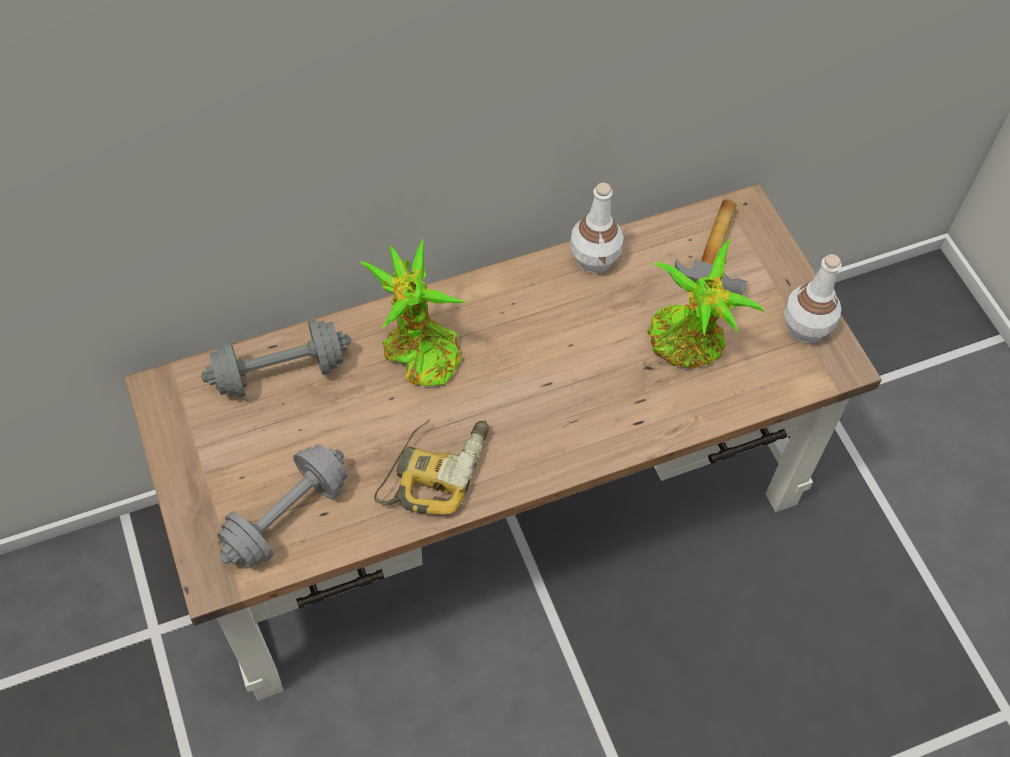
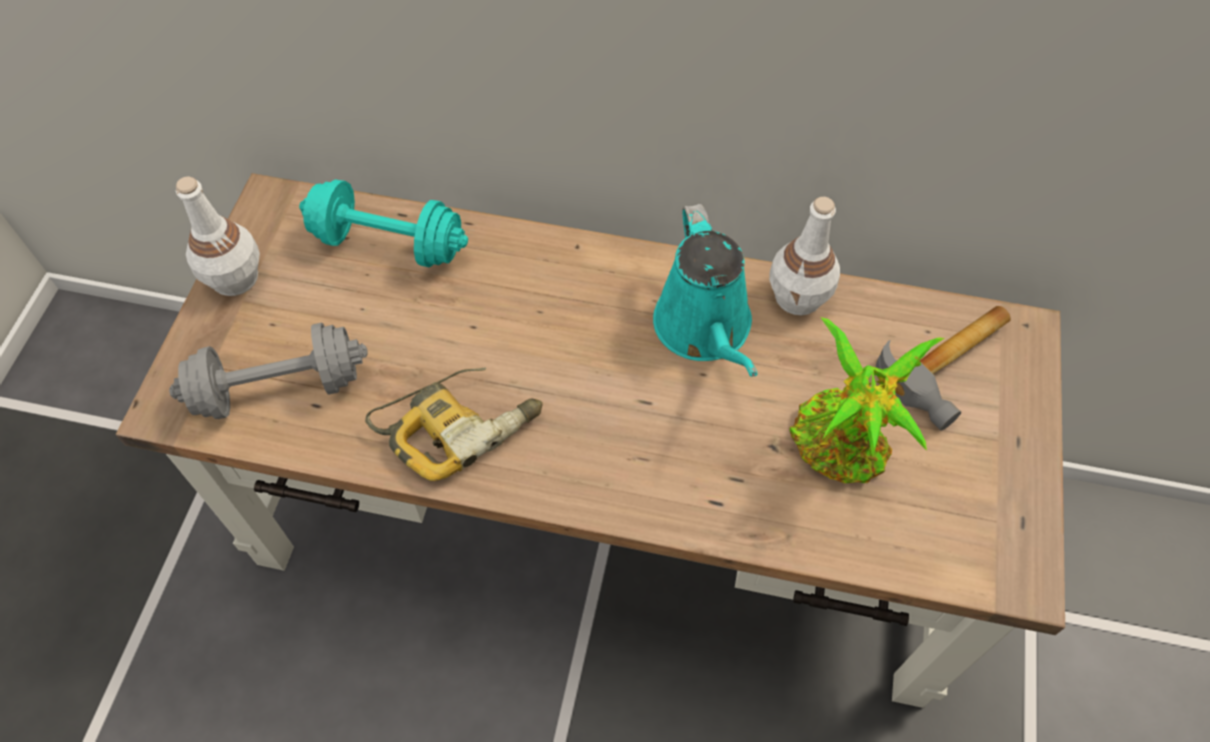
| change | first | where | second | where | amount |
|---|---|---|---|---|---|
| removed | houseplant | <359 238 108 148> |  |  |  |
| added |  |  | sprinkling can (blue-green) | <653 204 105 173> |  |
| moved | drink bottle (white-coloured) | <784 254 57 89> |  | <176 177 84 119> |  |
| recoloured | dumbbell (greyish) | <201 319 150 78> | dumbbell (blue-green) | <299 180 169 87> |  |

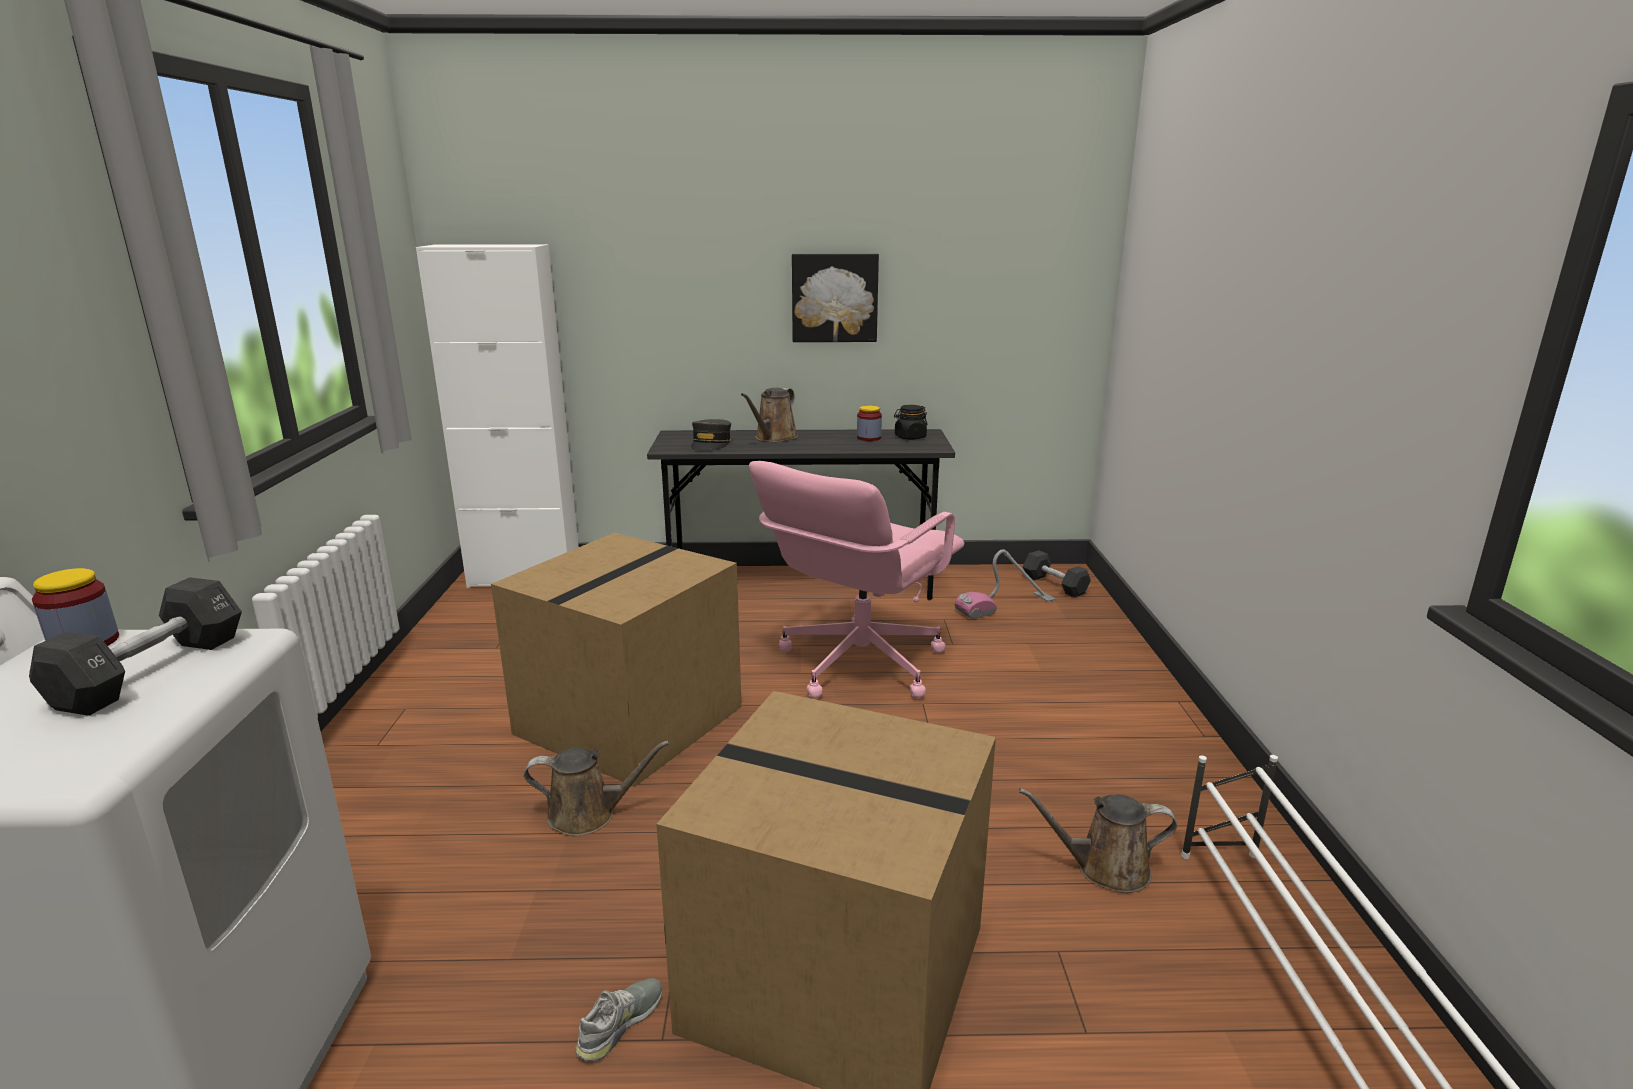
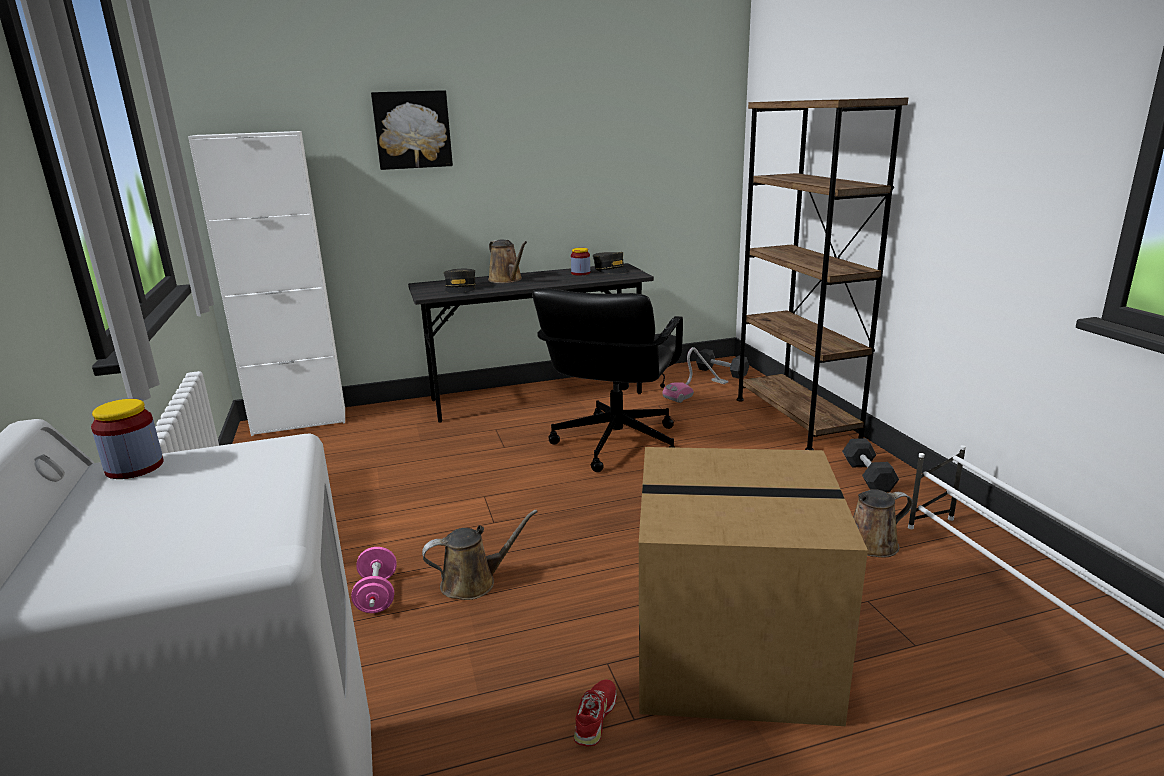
| change | first | where | second | where | amount |
|---|---|---|---|---|---|
| removed | packing box | <491 533 251 254> |  |  |  |
| added |  |  | dumbbell (pink) | <351 547 46 66> |  |
| added |  |  | bookcase (brown-coloured) | <737 98 171 352> |  |
| moved | dumbbell (black-coloured) | <29 577 213 139> |  | <842 438 57 55> |  |
| moved | wall art | <792 253 87 89> |  | <371 90 82 80> |  |
| replaced | jar (black-coloured) | <894 405 34 35> | baseball cap (greyish) | <593 252 36 22> |  |
| recoloured | shoe (greyish) | <575 978 87 83> | shoe (reddish) | <574 679 42 68> |  |
| recoloured | computer chair (pink) | <749 461 215 238> | computer chair (black-coloured) | <532 288 151 184> |  |
| turned | sprinkling can (brown-coloured) | <741 388 57 54> |  | <488 239 39 44> | 45 degrees counterclockwise |

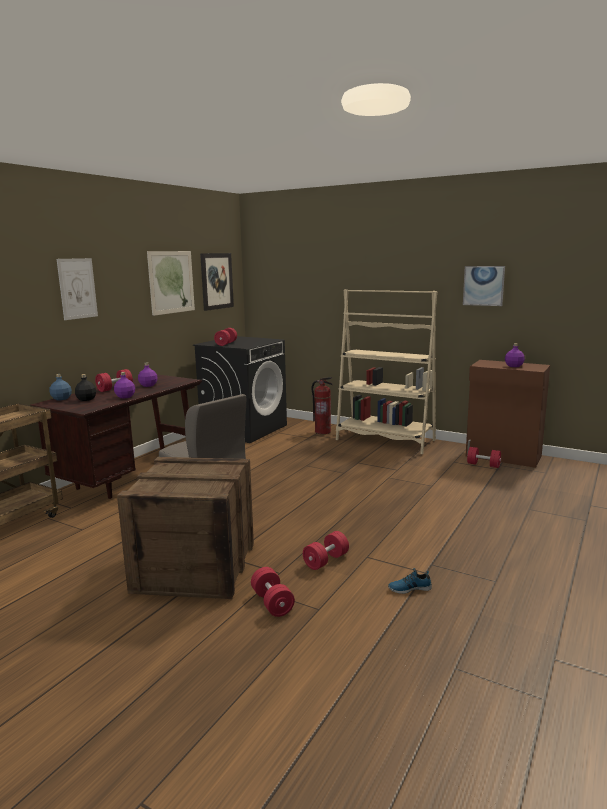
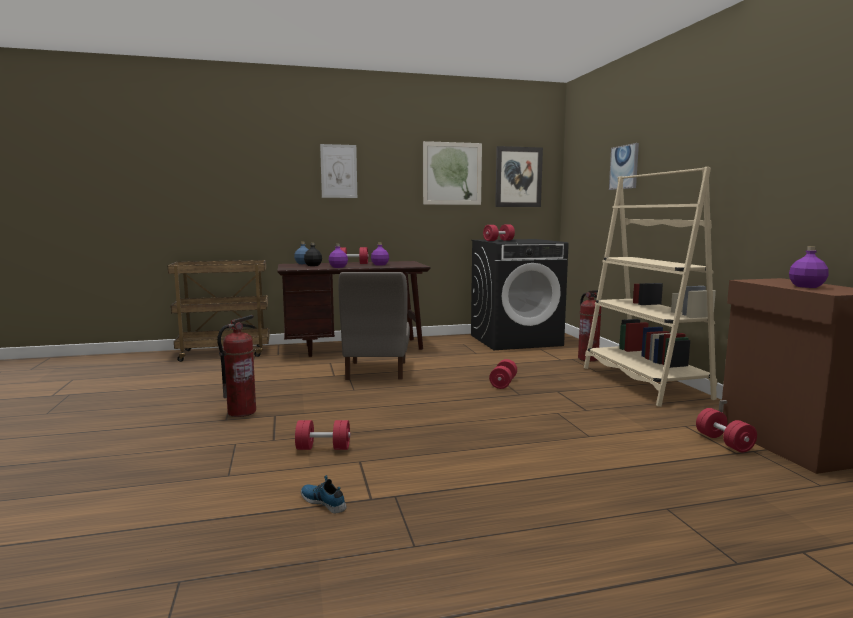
| change | first | where | second | where | amount |
|---|---|---|---|---|---|
| moved | dumbbell (reddish) | <251 567 44 50> |  | <489 359 28 30> |  |
| moved | wall art | <463 266 42 40> |  | <609 143 30 47> |  |
| replaced | crate | <117 457 137 142> | fire-fighting cylinder | <218 315 38 102> |  |

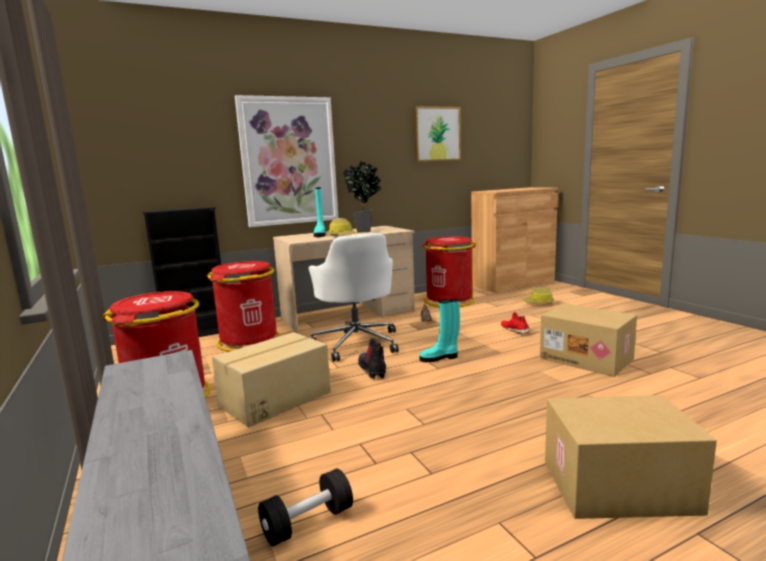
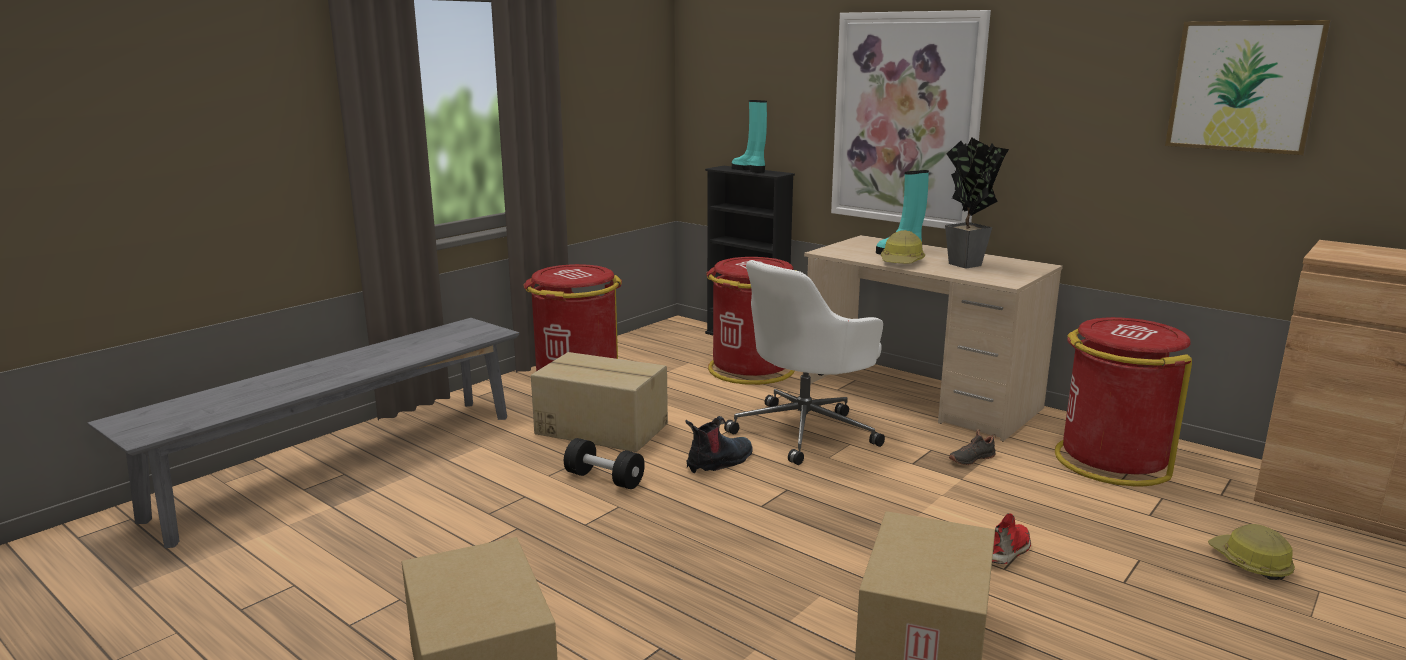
| change | first | where | second | where | amount |
|---|---|---|---|---|---|
| moved | dumbbell (black-coloured) | <258 468 95 79> |  | <564 438 81 51> |  |
| moved | boot (blue-green) | <419 299 41 63> |  | <732 100 35 73> |  |

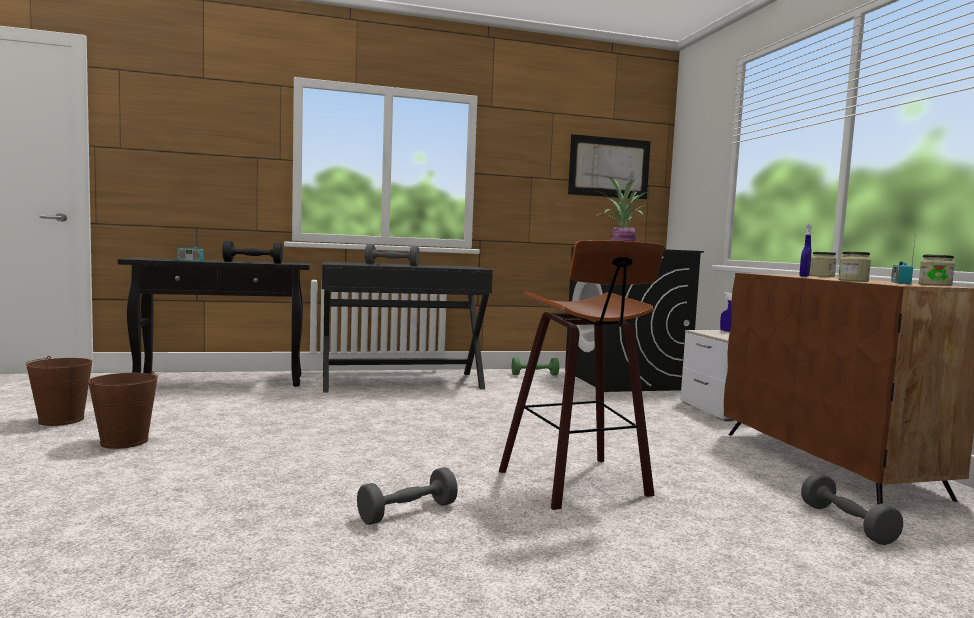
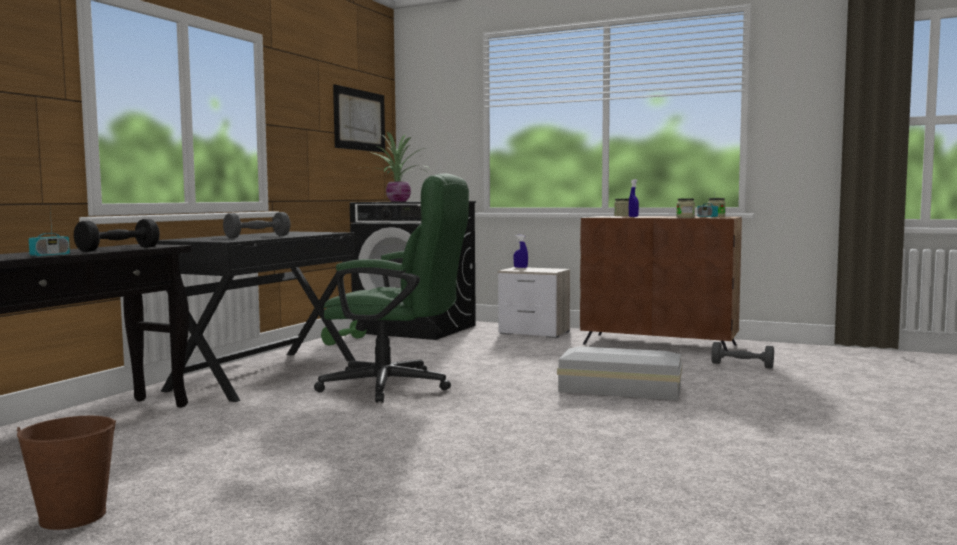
| change | first | where | second | where | amount |
|---|---|---|---|---|---|
| removed | bucket (brown-coloured) | <88 371 70 78> |  |  |  |
| removed | dumbbell (greyish) | <357 467 101 58> |  |  |  |
| added |  |  | computer chair (green) | <314 173 155 230> |  |
| replaced | stool seat | <499 240 165 270> | storage box (white-coloured) | <557 347 125 53> |  |

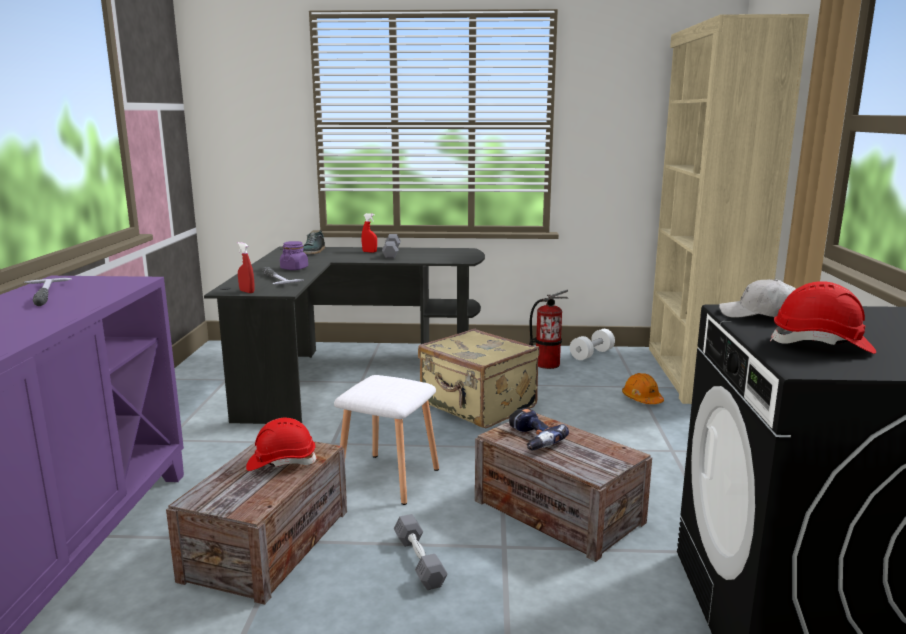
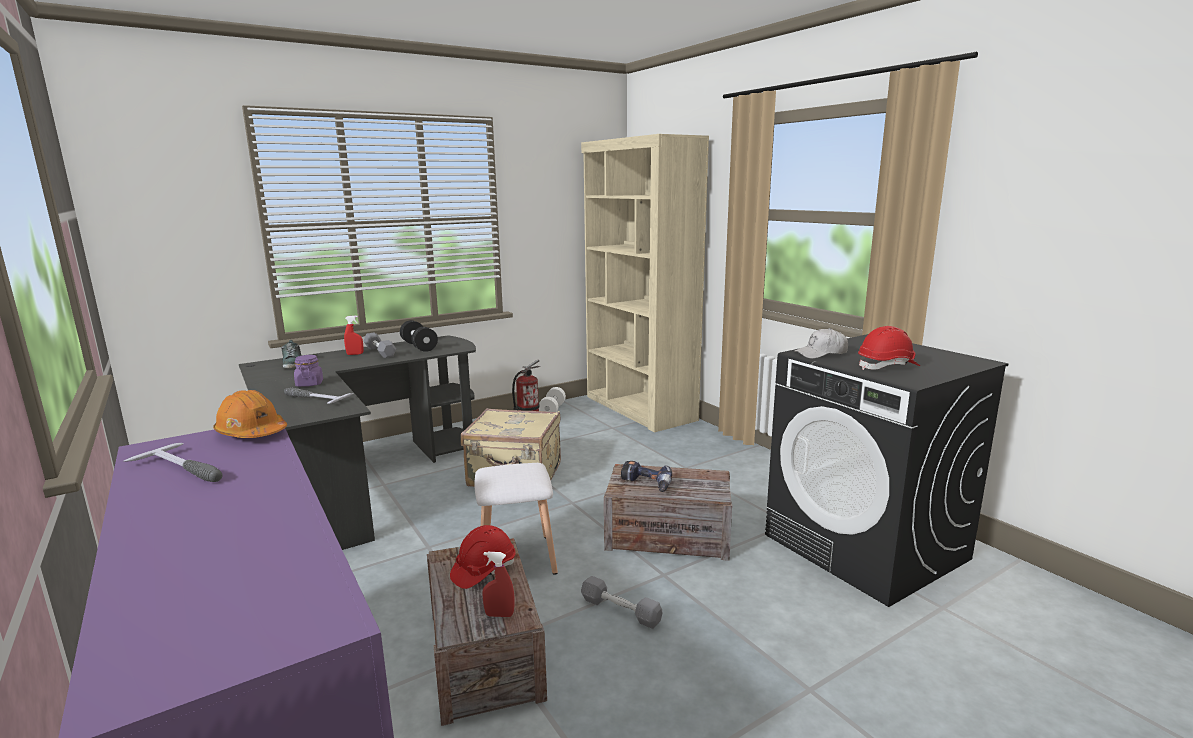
| change | first | where | second | where | amount |
|---|---|---|---|---|---|
| added |  |  | dumbbell (black-coloured) | <400 320 38 32> |  |
| moved | sprayer (reddish) | <237 242 18 51> |  | <482 552 33 65> |  |
| moved | safety helmet (orange) | <622 373 42 31> |  | <213 390 74 48> |  |

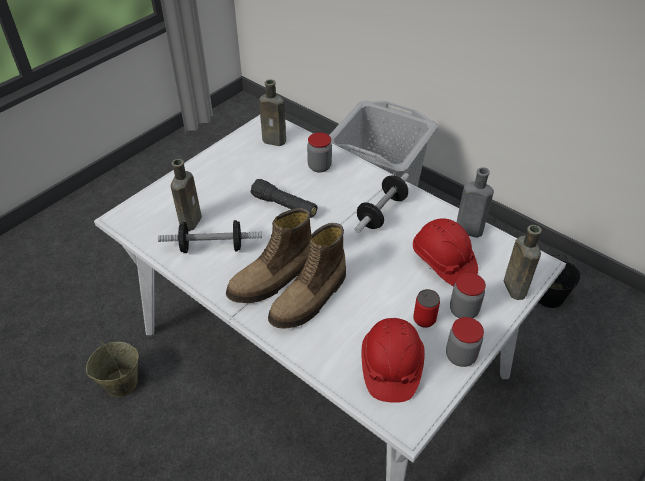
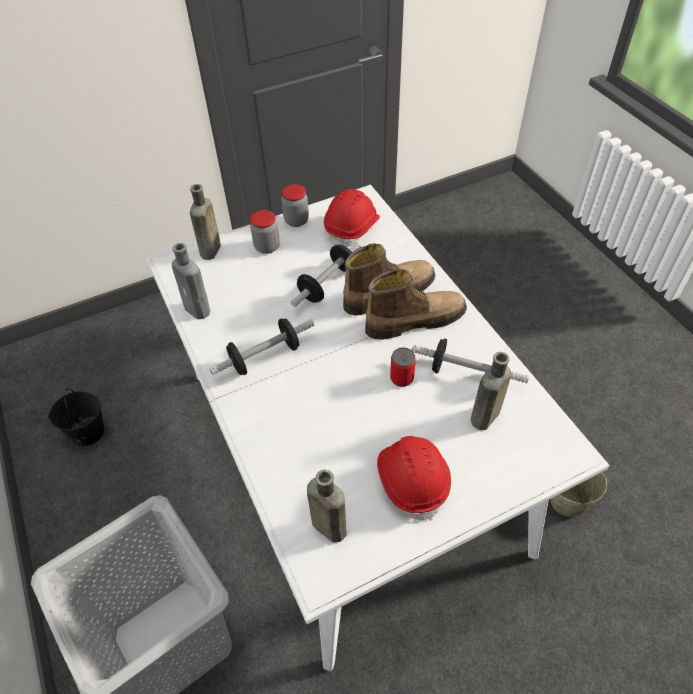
| change | first | where | second | where | amount |
|---|---|---|---|---|---|
| removed | hand torch (black-coloured) | <251 179 67 39> |  |  |  |
| removed | jar | <307 132 25 41> |  |  |  |
| added |  |  | dumbbell | <290 242 71 65> |  |
| moved | safety helmet (reddish) | <413 218 65 68> |  | <377 436 74 85> |  |
| moved | sealed can | <413 289 27 39> |  | <390 347 26 40> |  |

